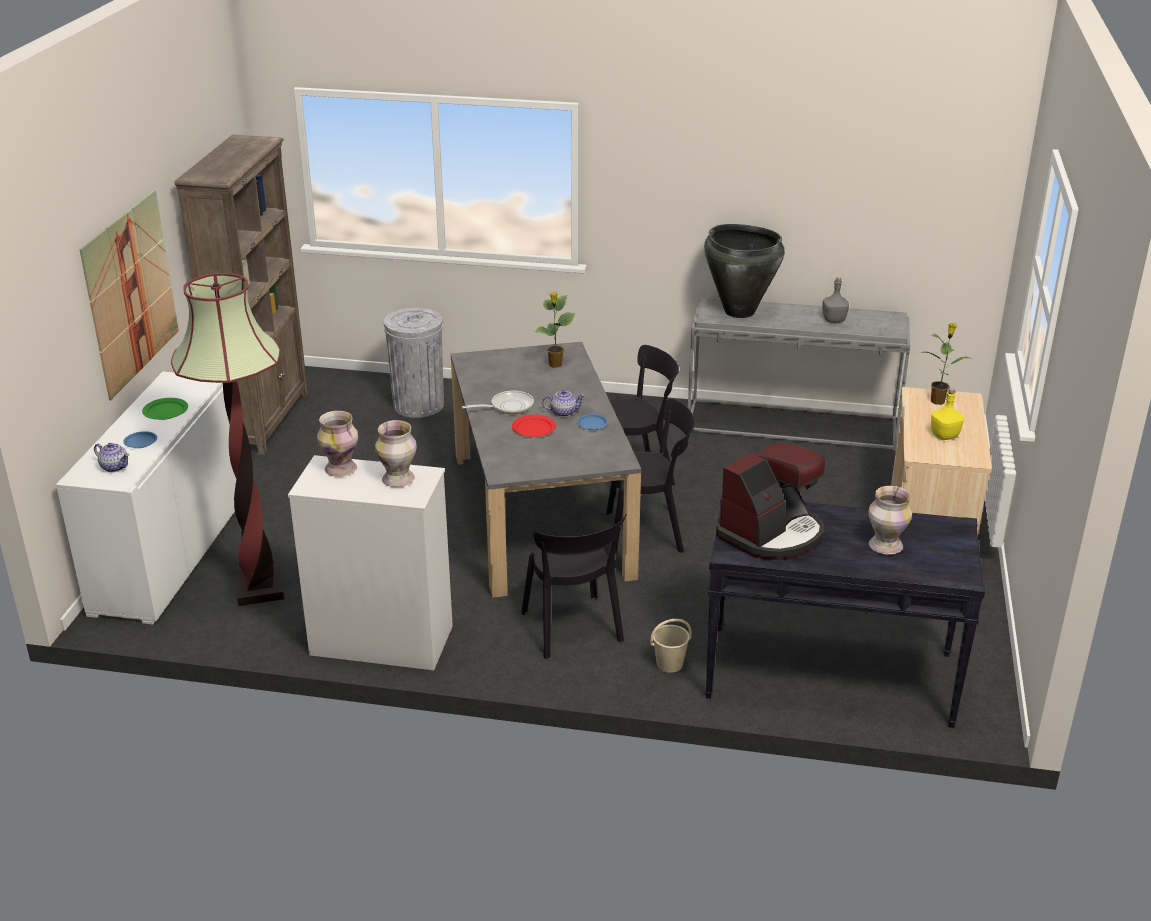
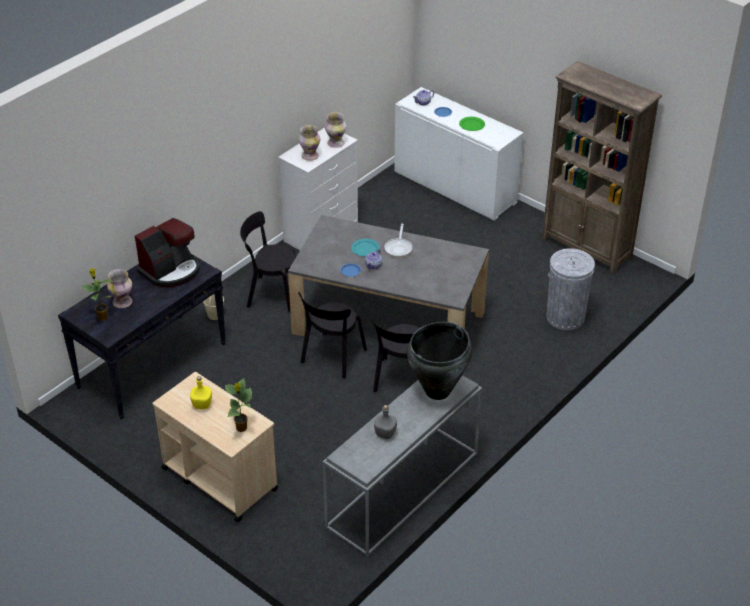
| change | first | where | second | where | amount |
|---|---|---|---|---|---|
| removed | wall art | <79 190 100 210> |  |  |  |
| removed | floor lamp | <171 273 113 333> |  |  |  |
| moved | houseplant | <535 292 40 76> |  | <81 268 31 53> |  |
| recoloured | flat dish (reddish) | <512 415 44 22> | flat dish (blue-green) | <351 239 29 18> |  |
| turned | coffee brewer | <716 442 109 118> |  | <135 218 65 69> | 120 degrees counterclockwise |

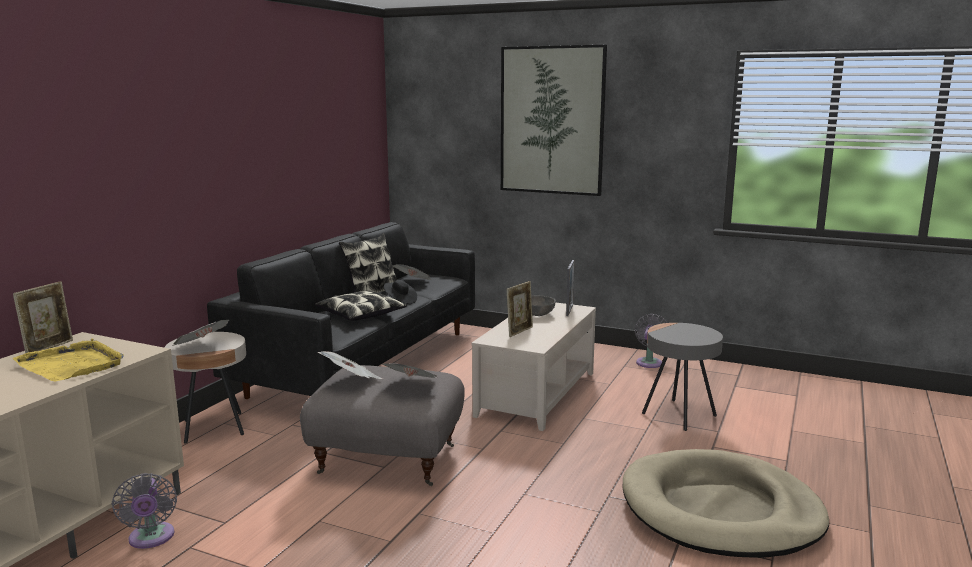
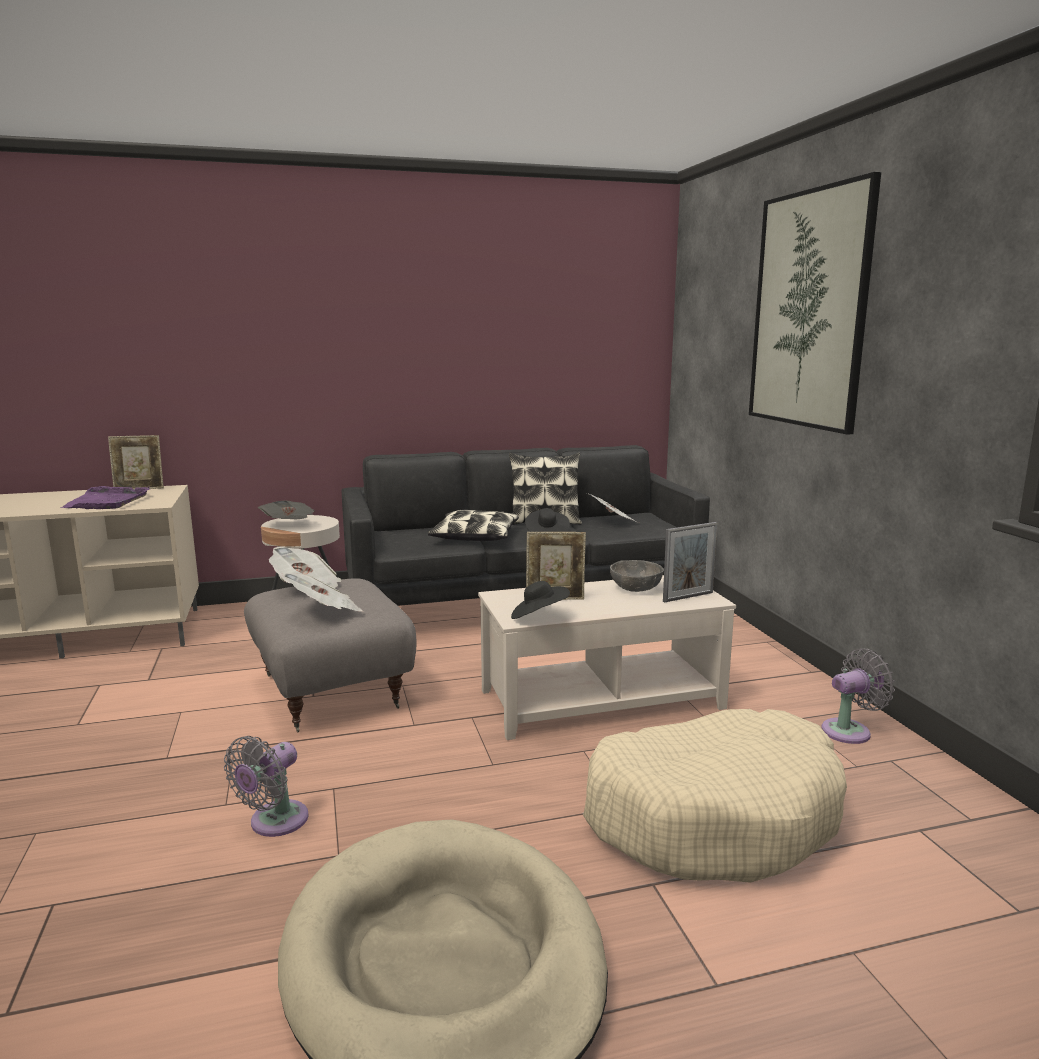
| change | first | where | second | where | amount |
|---|---|---|---|---|---|
| added |  |  | wearable hat (black-coloured) | <511 581 59 38> |  |
| moved | fan (greyish) | <112 473 65 76> |  | <224 736 84 101> |  |
| replaced | side table (greyish) | <642 323 81 108> | pet bed (sand-coloured) | <583 709 264 174> |  |
| recoloured | tray (yellow) | <13 338 111 44> | tray (purplish) | <60 486 90 23> |  |

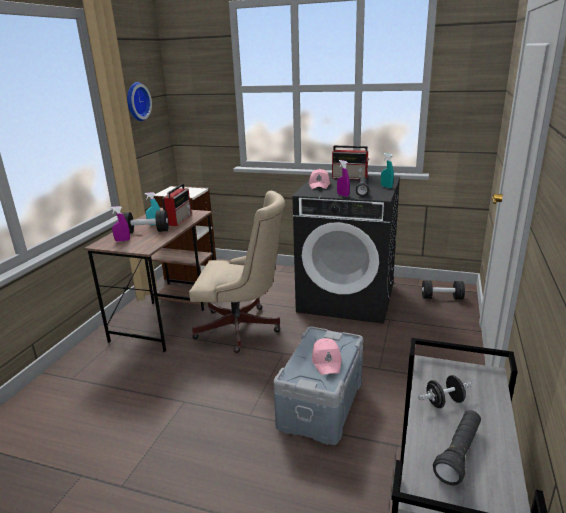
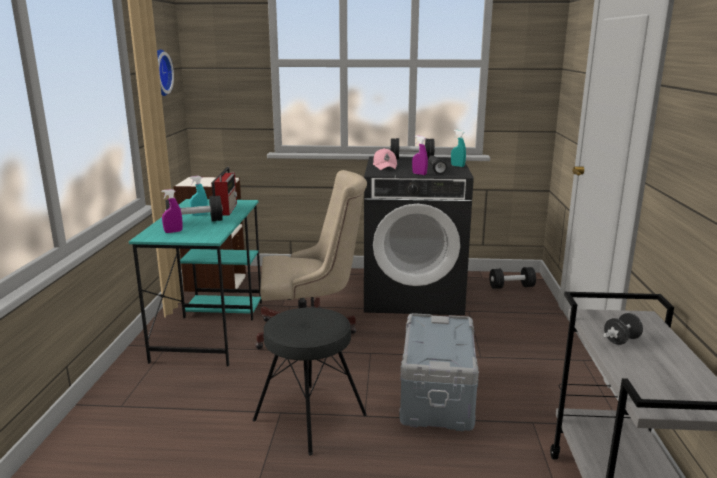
| change | first | where | second | where | amount |
|---|---|---|---|---|---|
| removed | baseball cap (pink) | <312 338 30 37> |  |  |  |
| removed | hand torch (black-coloured) | <433 410 48 76> |  |  |  |
| added |  |  | stool seat (black-coloured) | <252 307 115 148> |  |
| replaced | radio | <332 146 38 33> | dumbbell (black-coloured) | <390 138 45 21> |  |
| recoloured | desk (brown-coloured) | <84 208 130 144> | desk (blue-green) | <129 199 133 167> |  |

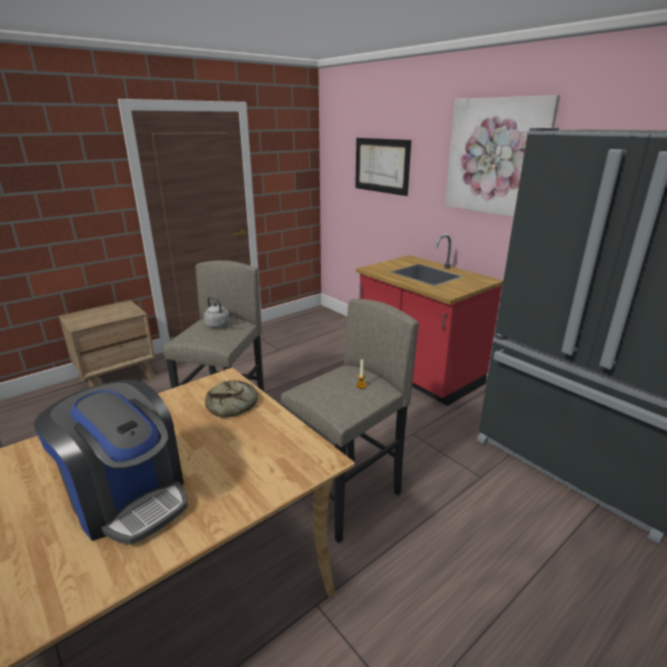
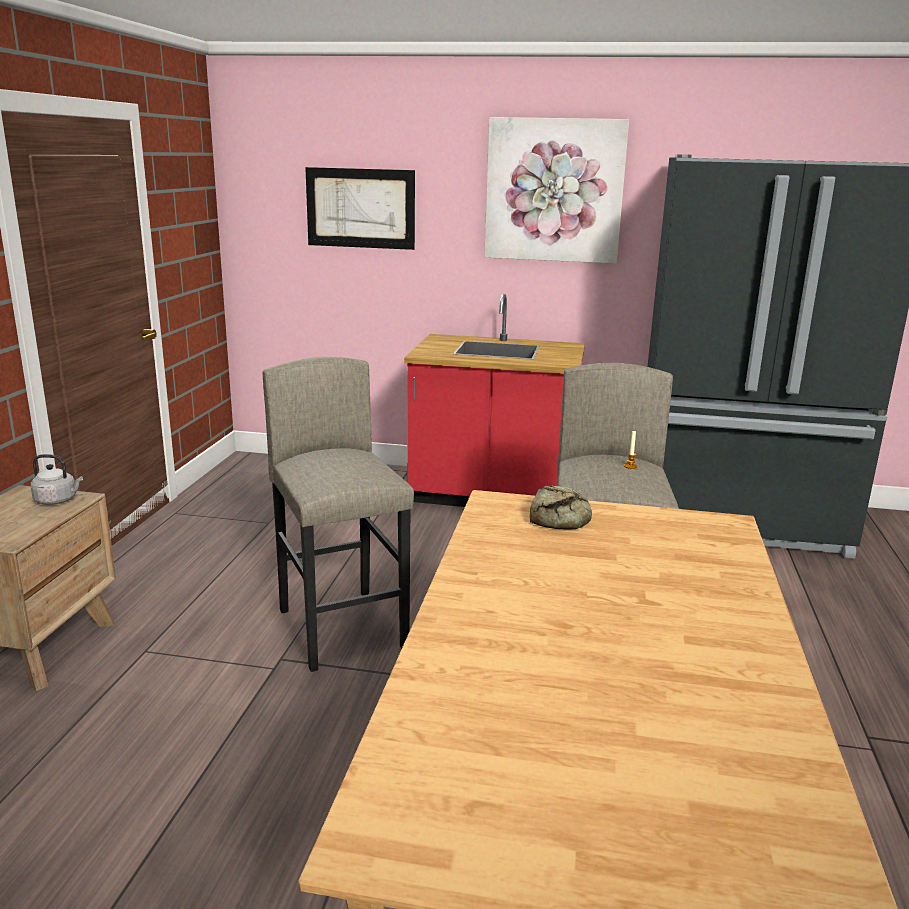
| change | first | where | second | where | amount |
|---|---|---|---|---|---|
| removed | coffee brewer | <34 380 154 165> |  |  |  |
| moved | tea kettle (greyish) | <204 296 26 32> |  | <30 454 53 51> |  |

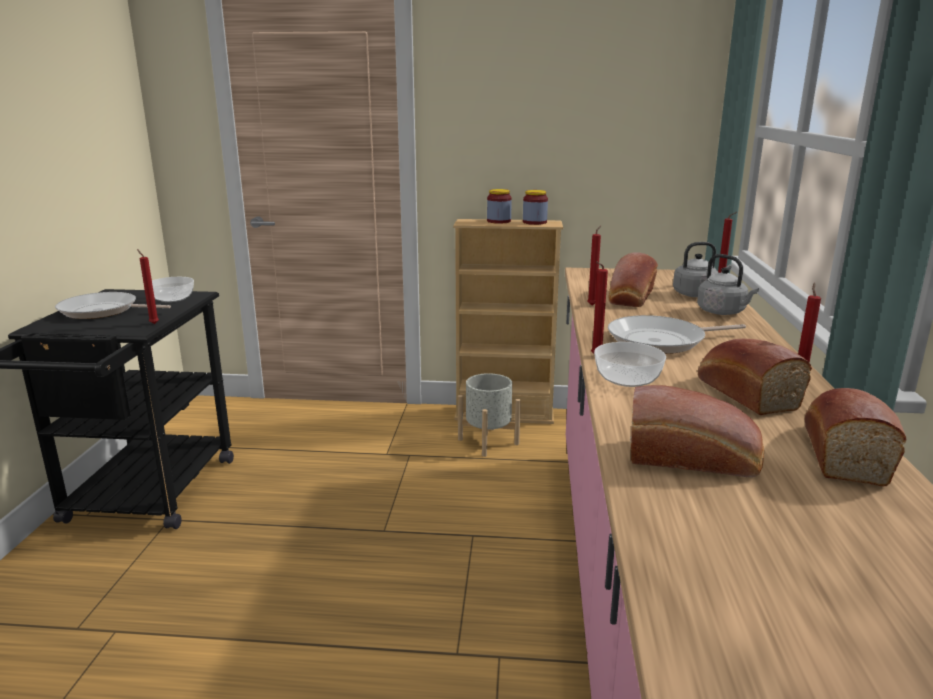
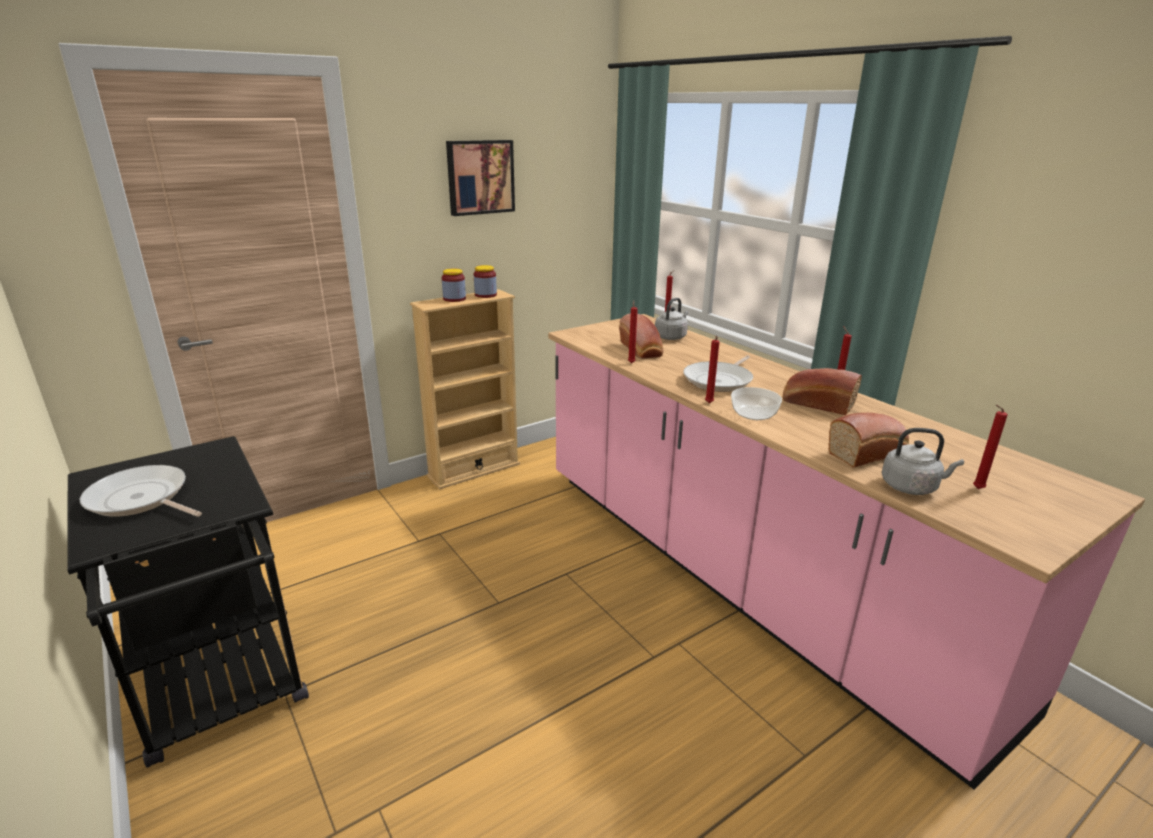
| change | first | where | second | where | amount |
|---|---|---|---|---|---|
| removed | serving bowl | <152 277 42 25> |  |  |  |
| removed | planter (greyish) | <458 373 63 84> |  |  |  |
| removed | baked bread | <805 388 102 99> |  |  |  |
| added |  |  | wall art | <446 140 69 76> |  |
| moved | wax candle (reddish) | <137 249 22 75> |  | <973 405 35 84> |  |
| moved | tea kettle (greyish) | <697 254 62 61> |  | <882 428 82 67> |  |
| turned | pan | <55 292 116 27> |  | <80 465 122 52> | 60 degrees clockwise |

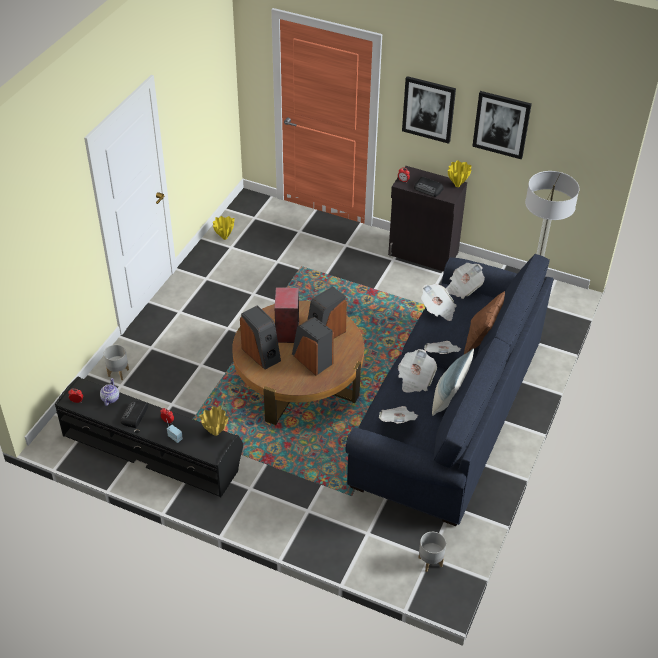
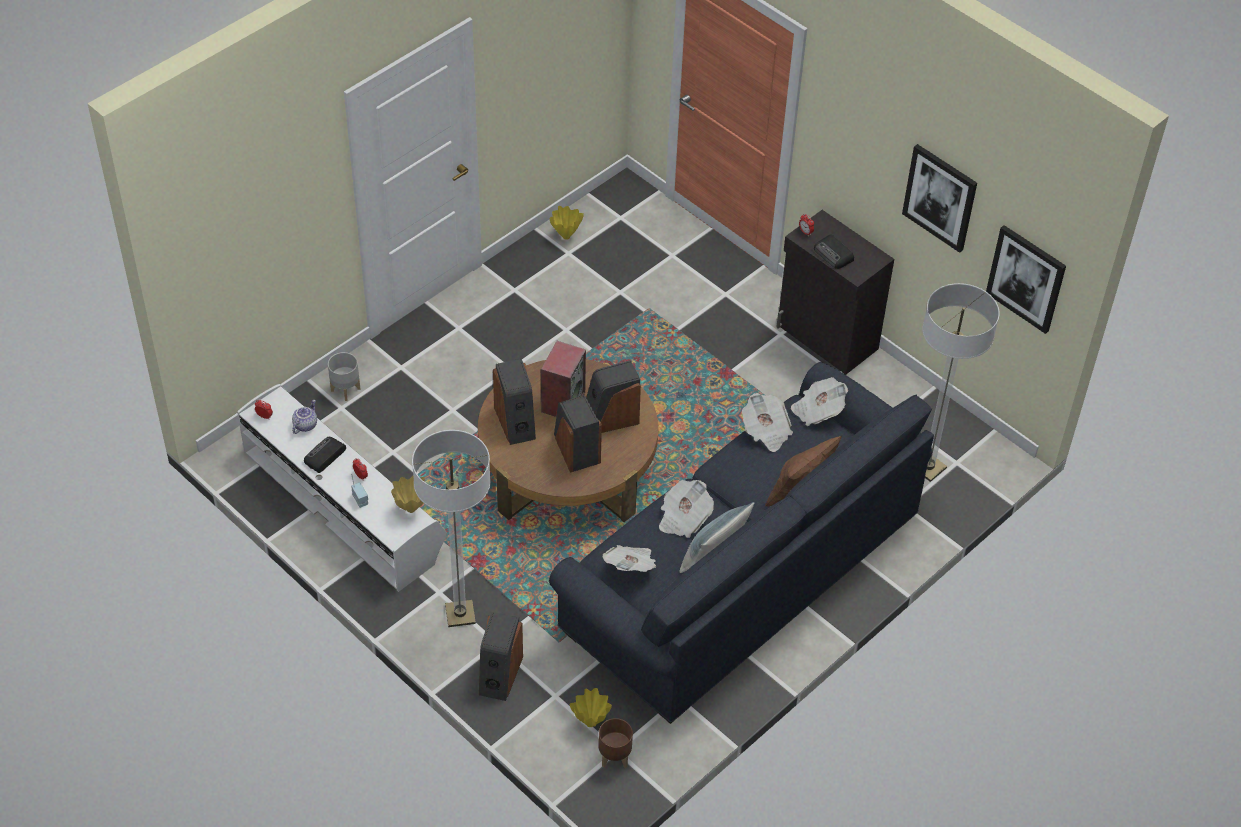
| change | first | where | second | where | amount |
|---|---|---|---|---|---|
| removed | newspaper | <424 341 37 13> |  |  |  |
| added |  |  | floor lamp | <412 430 79 197> |  |
| added |  |  | audio speaker | <479 612 44 89> |  |
| moved | wall art | <402 76 54 68> |  | <986 225 80 109> |  |
| moved | vase (yellow) | <448 160 24 27> |  | <570 688 42 39> |  |
| recoloured | tv stand (black-coloured) | <55 377 188 120> | tv stand (white-coloured) | <237 384 210 208> |  |
| recoloured | planter (greyish) | <418 532 28 40> | planter (brown-coloured) | <598 718 35 50> |  |

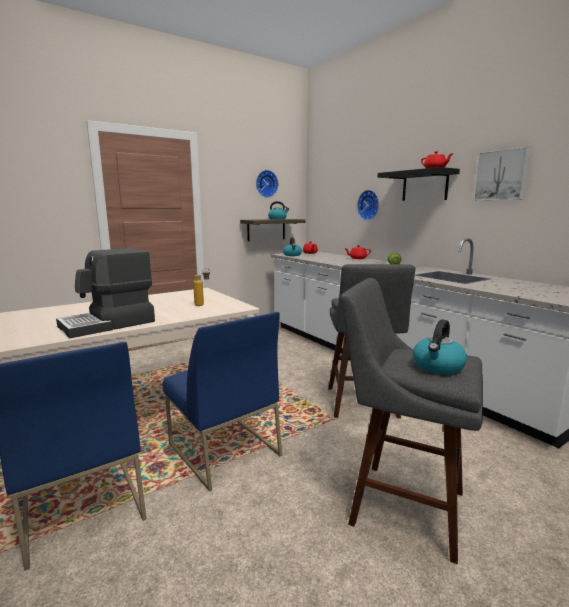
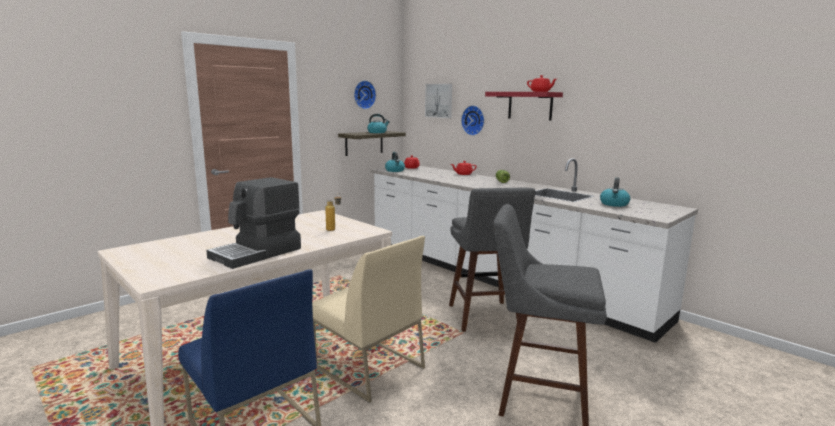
| change | first | where | second | where | amount |
|---|---|---|---|---|---|
| moved | tea kettle | <413 319 54 55> |  | <600 178 30 29> |  |
| moved | wall art | <473 147 58 53> |  | <425 84 27 34> |  |
| recoloured | chair (blue) | <163 312 119 179> | chair (sand-coloured) | <312 236 113 167> |  |
| recoloured | wall shelf (black-coloured) | <378 167 82 34> | wall shelf (reddish) | <485 92 78 28> |  |

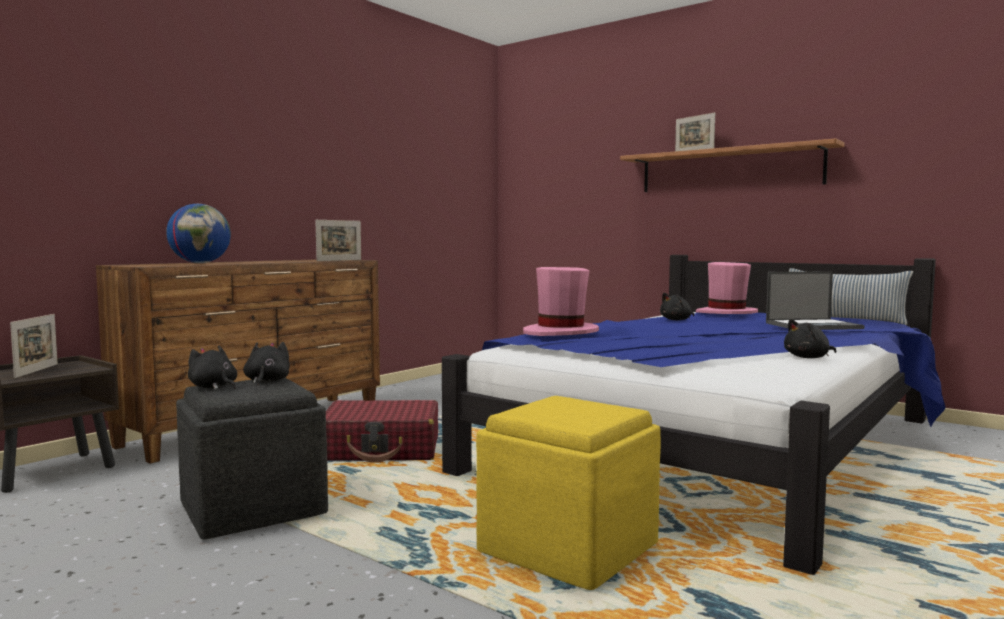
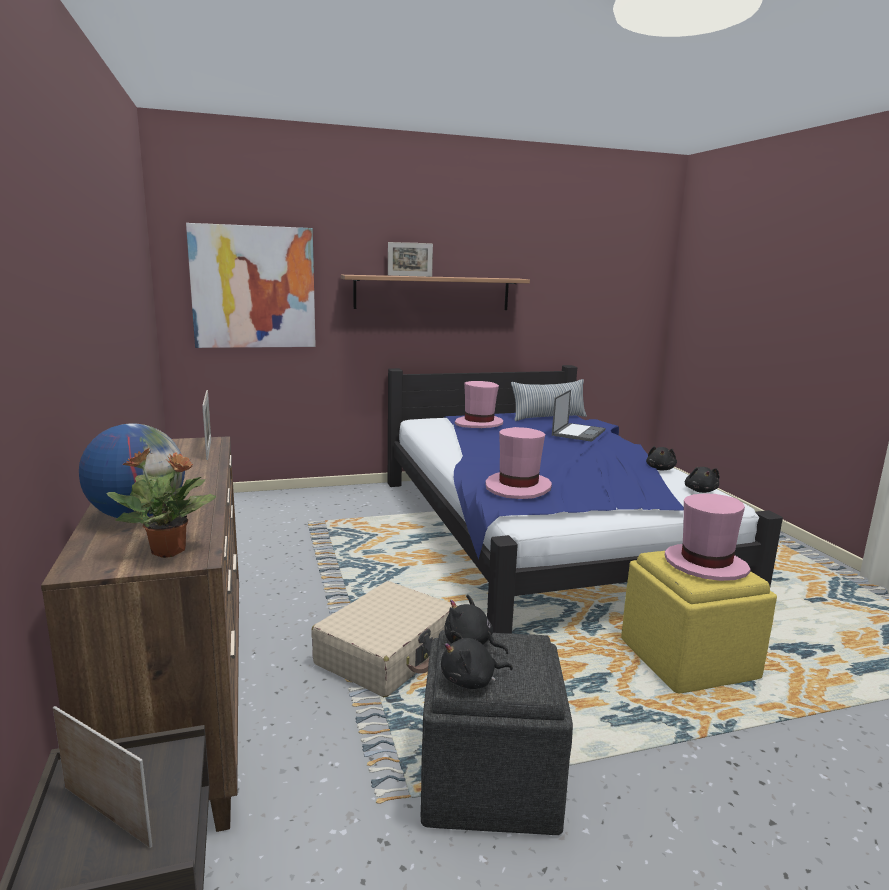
| change | first | where | second | where | amount |
|---|---|---|---|---|---|
| added |  |  | houseplant | <107 448 109 110> |  |
| added |  |  | wall art | <186 223 130 125> |  |
| added |  |  | wearable hat (pink) | <665 494 86 87> |  |
| moved | plush toy (black-coloured) | <660 293 34 27> |  | <685 467 35 26> |  |
| recoloured | travel case (reddish) | <326 400 112 63> | travel case (sand-coloured) | <311 581 141 116> |  |

